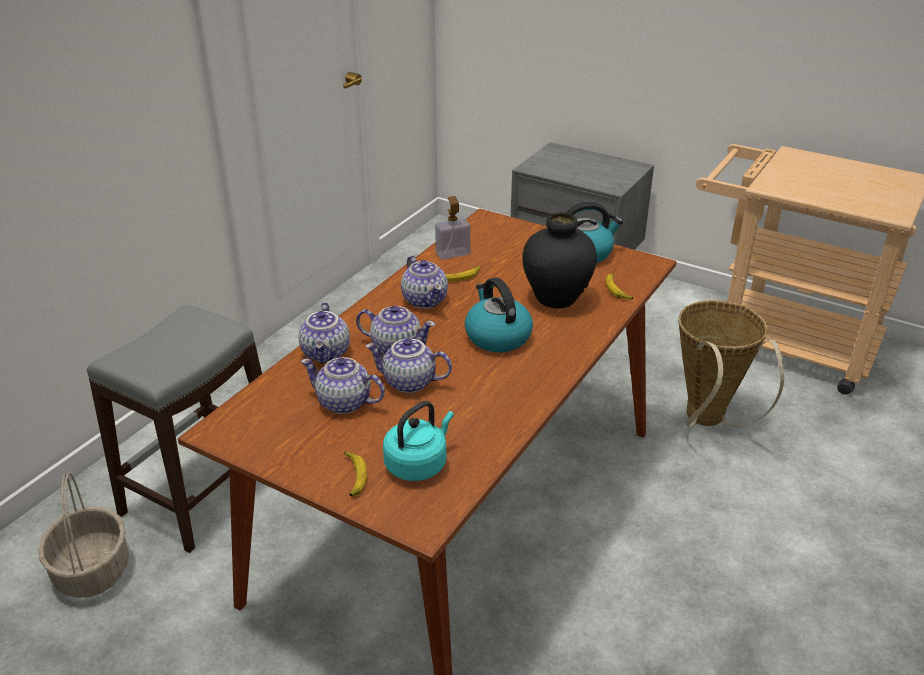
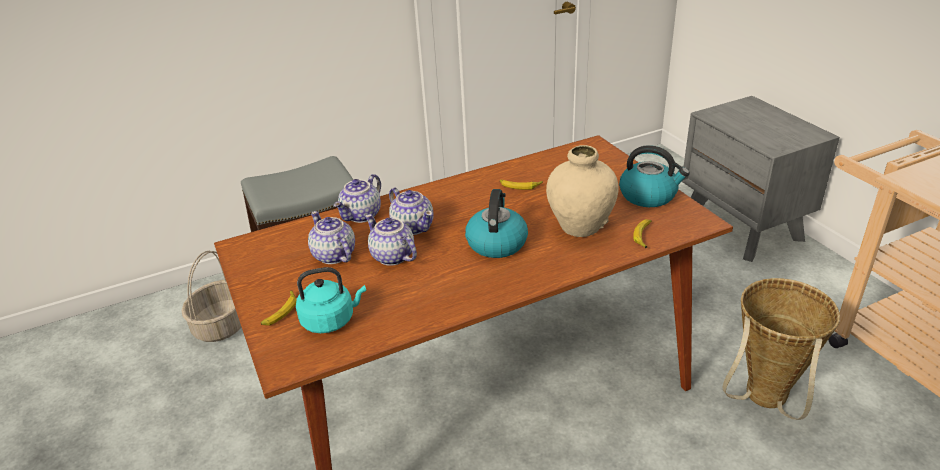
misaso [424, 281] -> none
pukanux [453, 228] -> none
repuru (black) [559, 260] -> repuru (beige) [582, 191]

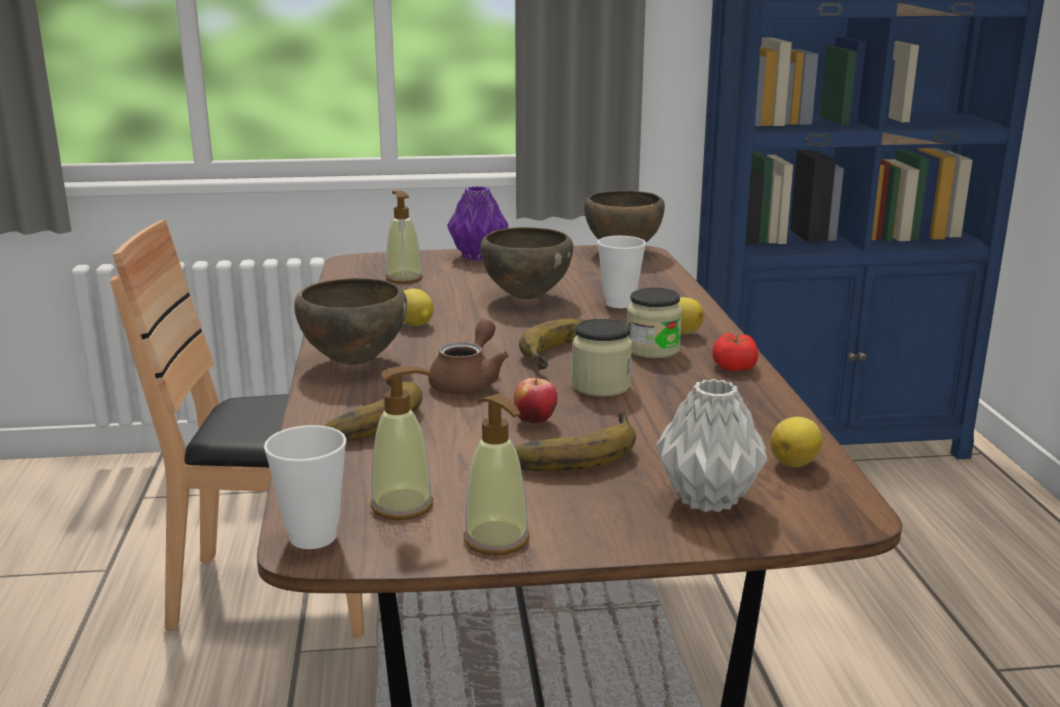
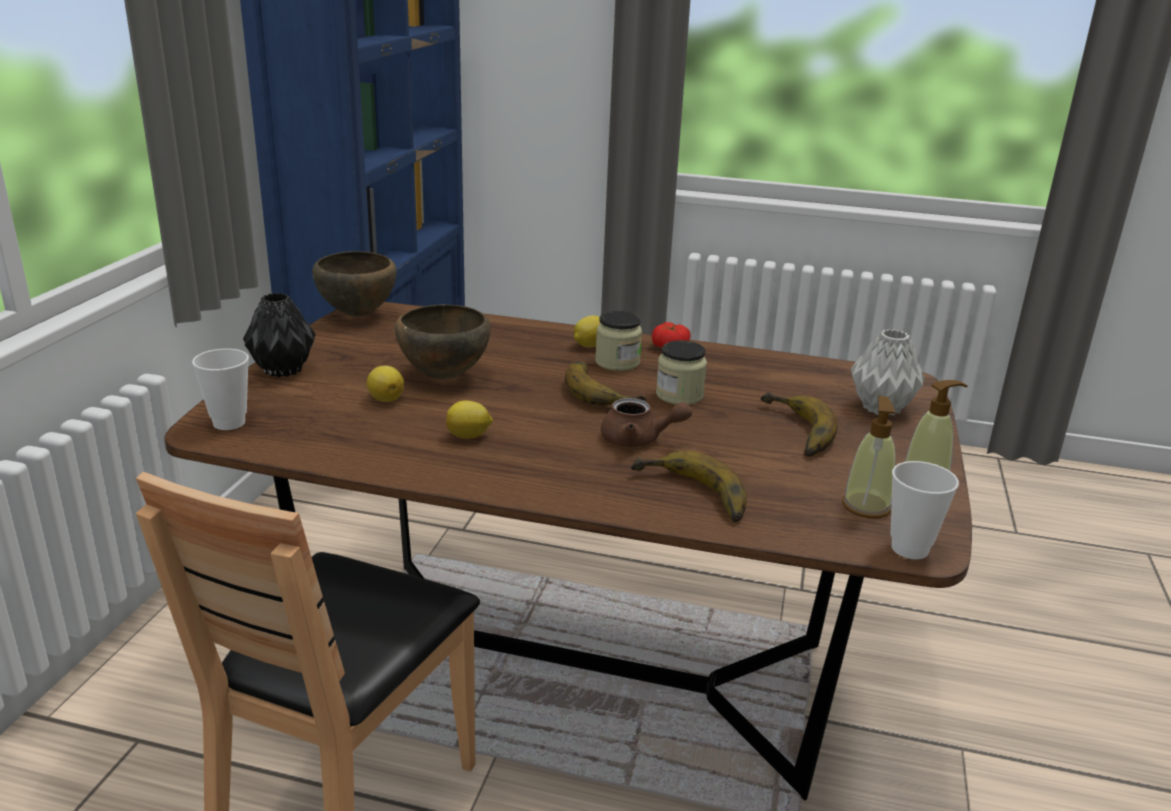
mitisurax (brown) [350, 321] -> none
pukanux [404, 237] -> none
misaso (brown) [468, 356] -> misaso (brown) [646, 422], 150 degrees clockwise
repuru (purple) [478, 223] -> repuru (black) [279, 335]
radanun [535, 401] -> none
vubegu [621, 272] -> vubegu [220, 389], moved
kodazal [796, 442] -> kodazal [385, 384], moved

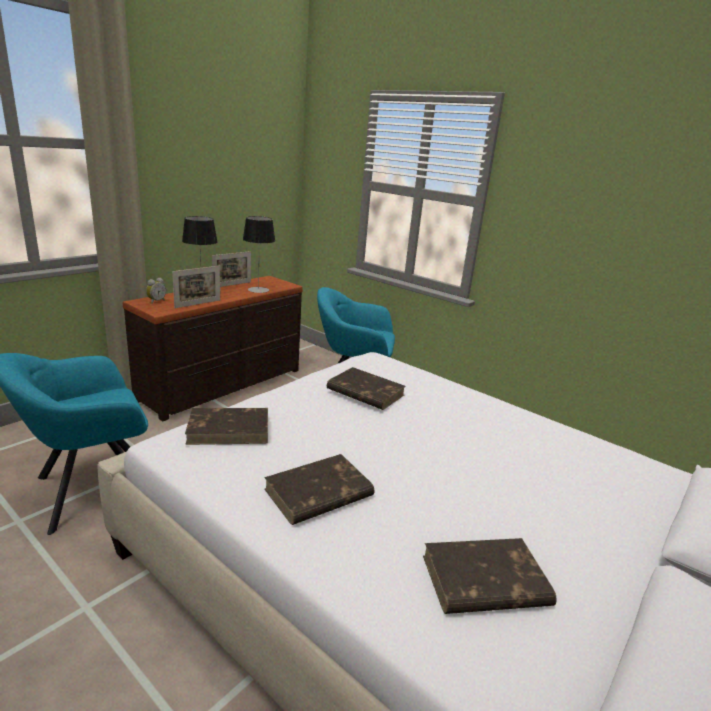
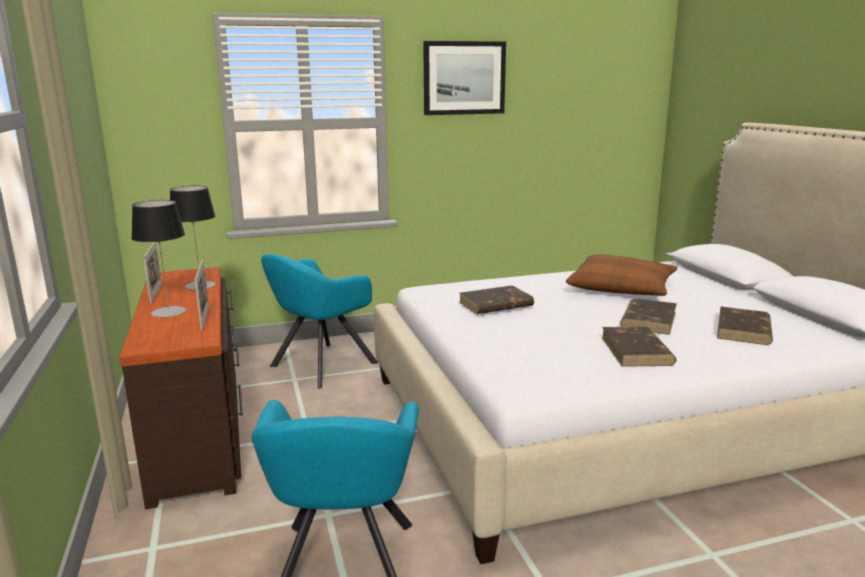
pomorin [156, 291] -> none
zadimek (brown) [226, 426] -> zadimek (brown) [648, 316], moved
none -> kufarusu [464, 78]
none -> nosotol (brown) [621, 275]

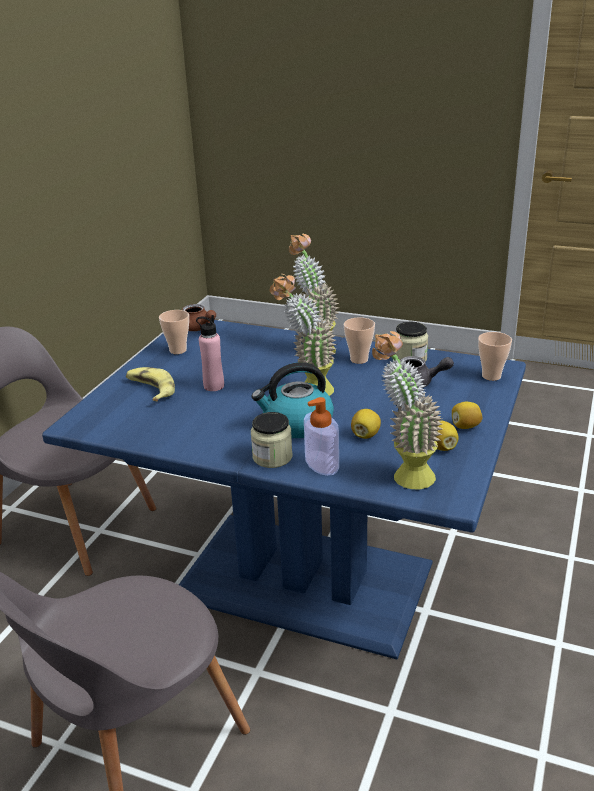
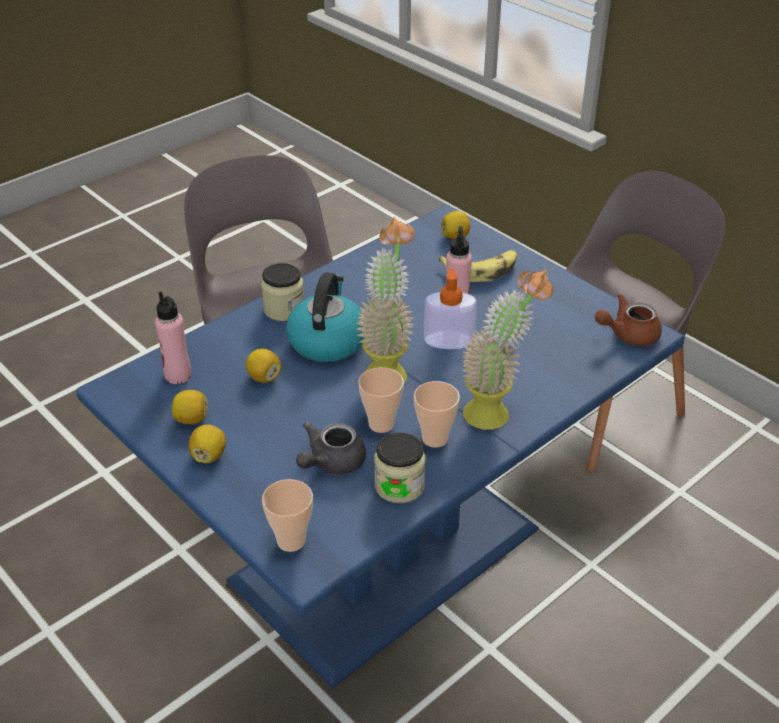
vubegu [174, 332] -> vubegu [381, 400], moved
pukanux [321, 436] -> pukanux [450, 308], moved
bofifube [407, 410] -> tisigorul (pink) [173, 337]
none -> kodazal [455, 225]

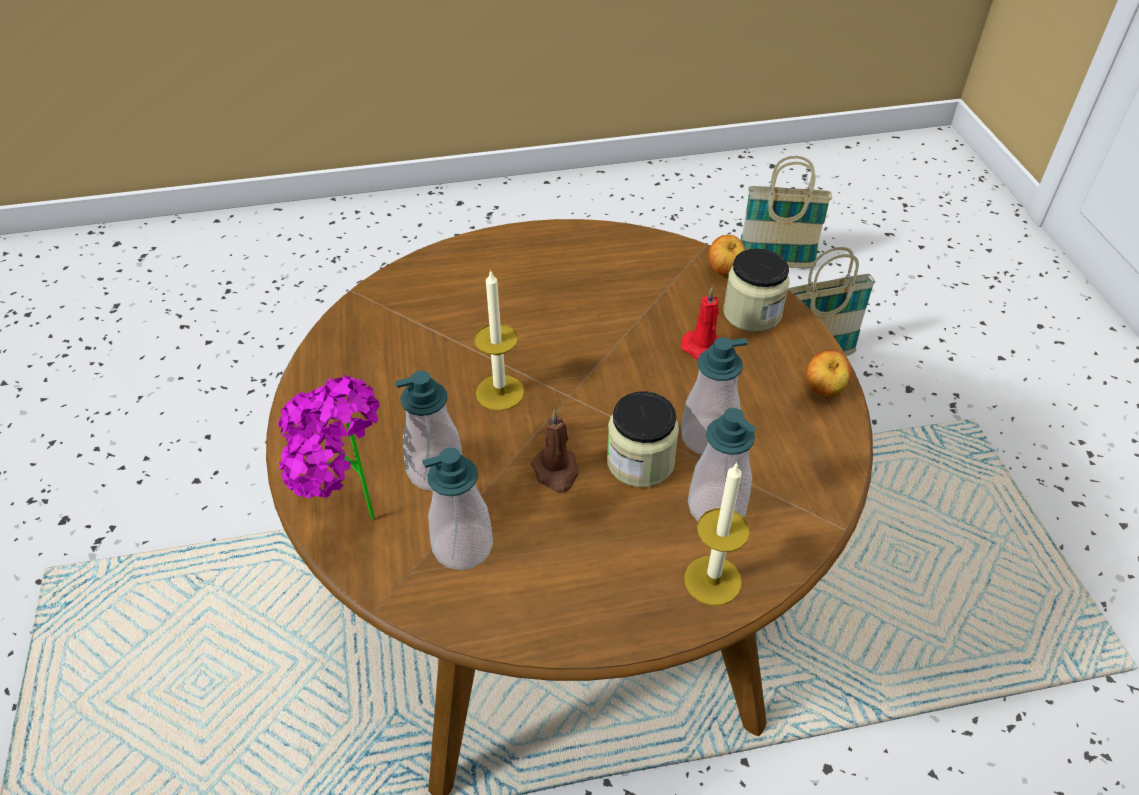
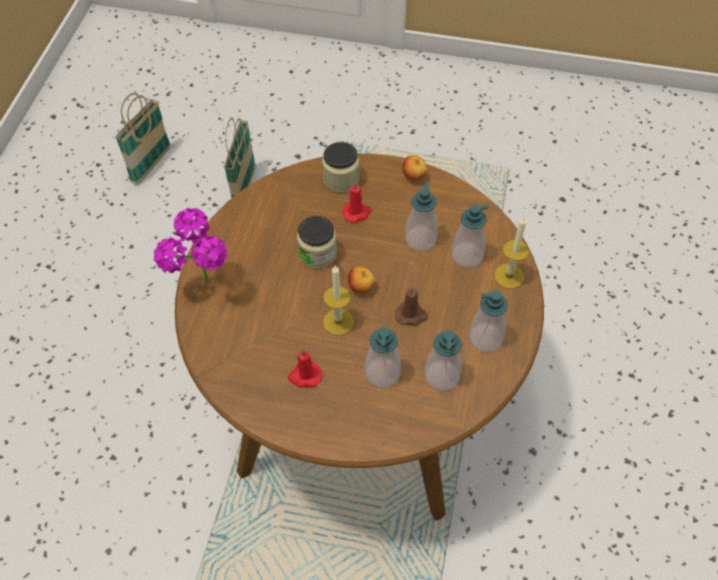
bofifube [329, 447] -> bofifube [190, 244], moved
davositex [643, 439] -> davositex [317, 242], moved
radanun [727, 255] -> radanun [362, 280], moved
none -> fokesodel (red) [305, 368]
none -> pukanux [488, 321]

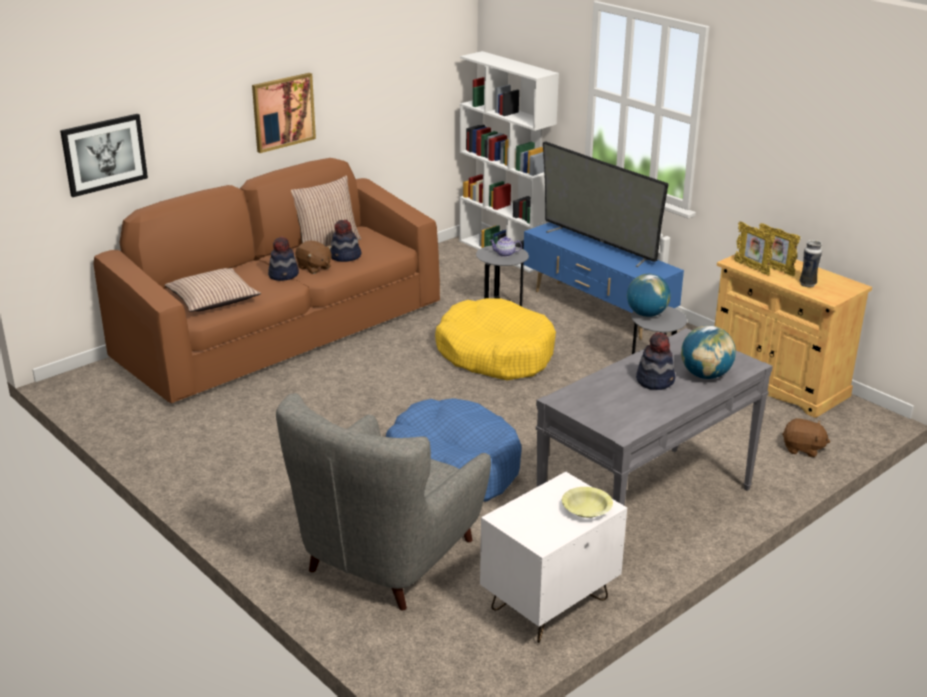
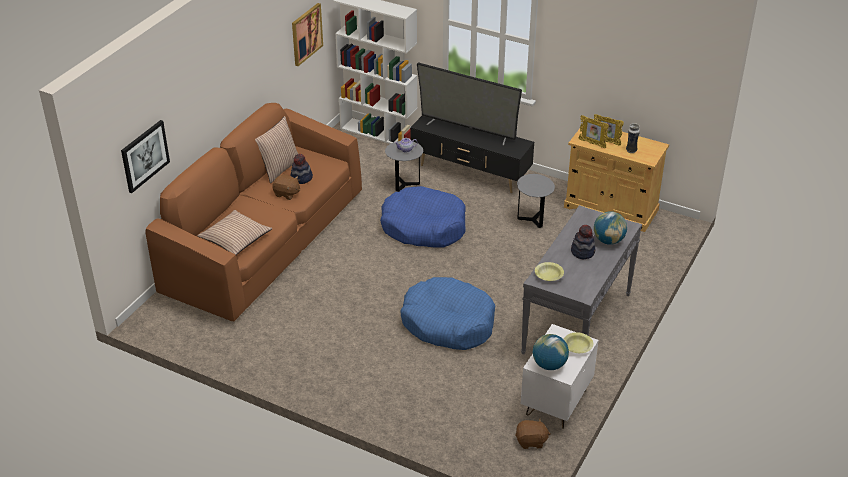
kufarusu [284, 113] -> kufarusu [307, 34], moved
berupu [283, 258] -> none
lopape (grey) [383, 501] -> none
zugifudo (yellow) [495, 339] -> zugifudo (blue) [423, 216]
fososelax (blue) [604, 281] -> fososelax (black) [472, 154]
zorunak [649, 295] -> zorunak [551, 352], moved
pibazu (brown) [806, 437] -> pibazu (brown) [532, 434], moved
none -> mitisurax (yellow) [549, 271]

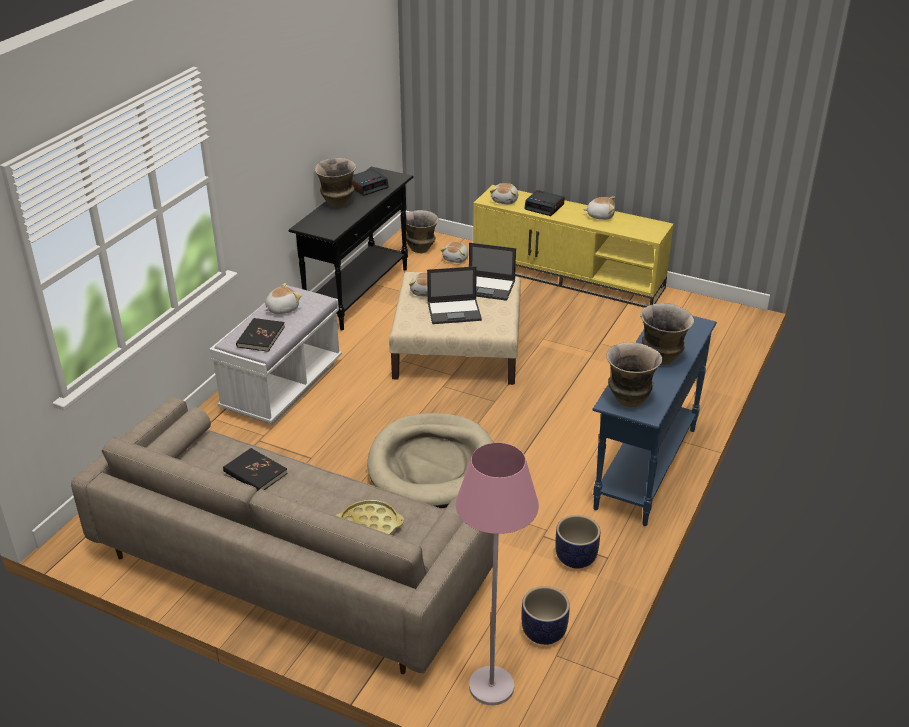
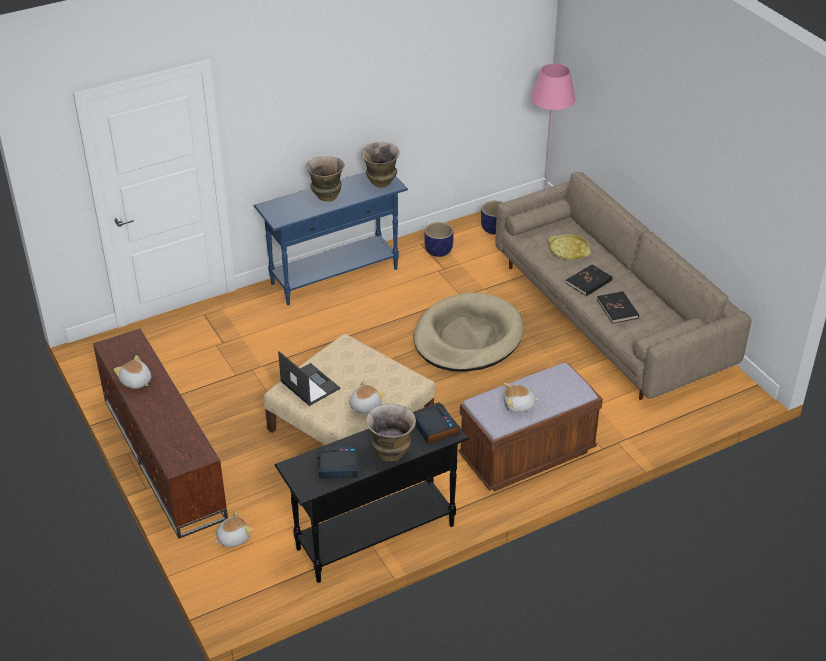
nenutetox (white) [275, 355] -> nenutetox (brown) [530, 427]
zadimek (black) [260, 335] -> zadimek (black) [589, 280], moved
repuru [422, 231] -> none
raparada [454, 295] -> none
fososelax (yellow) [573, 246] -> fososelax (brown) [160, 433]
pibazu [504, 193] -> none
pomorin [544, 203] -> pomorin [437, 424], moved

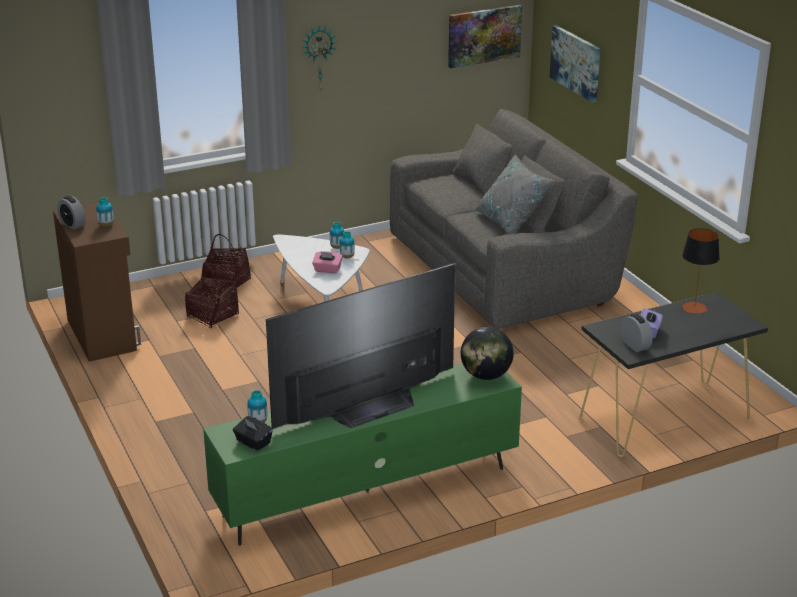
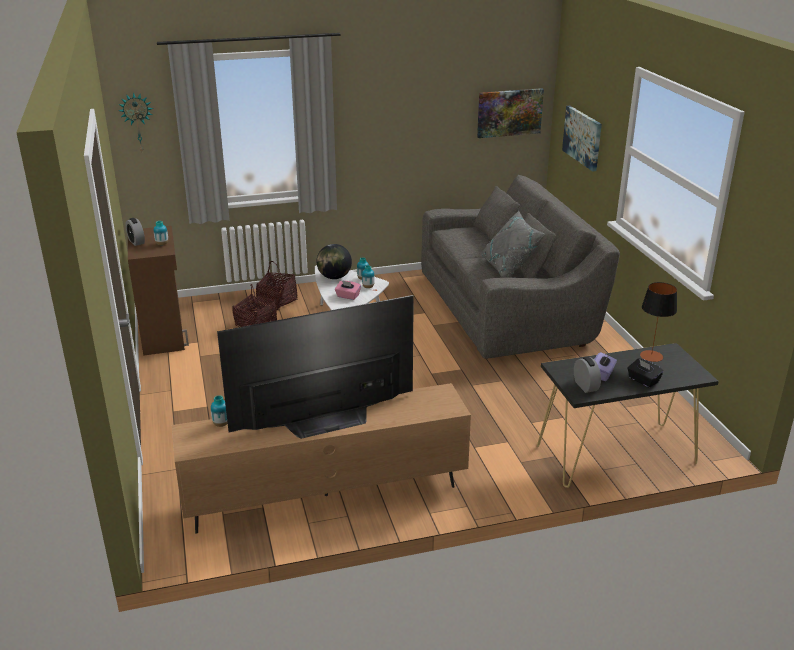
fososelax (green) [362, 454] -> fososelax (brown) [321, 458]
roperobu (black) [253, 433] -> roperobu (black) [645, 373], moved
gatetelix [319, 58] -> gatetelix [135, 121], moved
zorunak [487, 353] -> zorunak [334, 261], moved

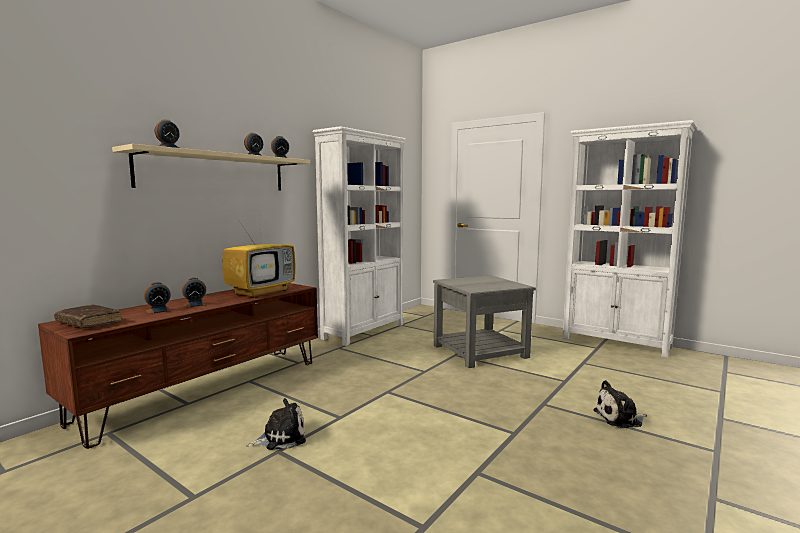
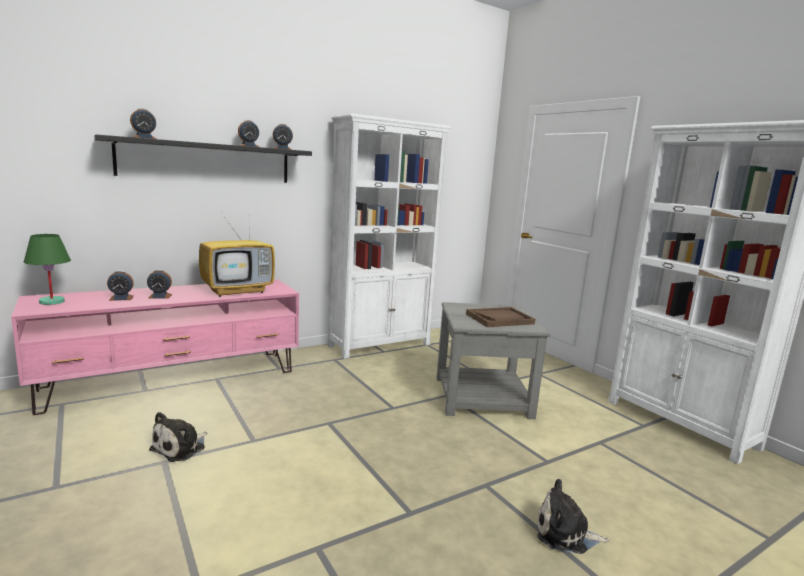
fososelax (brown) [178, 366] -> fososelax (pink) [155, 347]
zadimek (brown) [88, 316] -> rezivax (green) [47, 269]
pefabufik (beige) [211, 167] -> pefabufik (black) [203, 158]
pibazu [276, 424] -> pibazu [178, 437], 120 degrees clockwise
none -> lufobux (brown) [500, 317]

